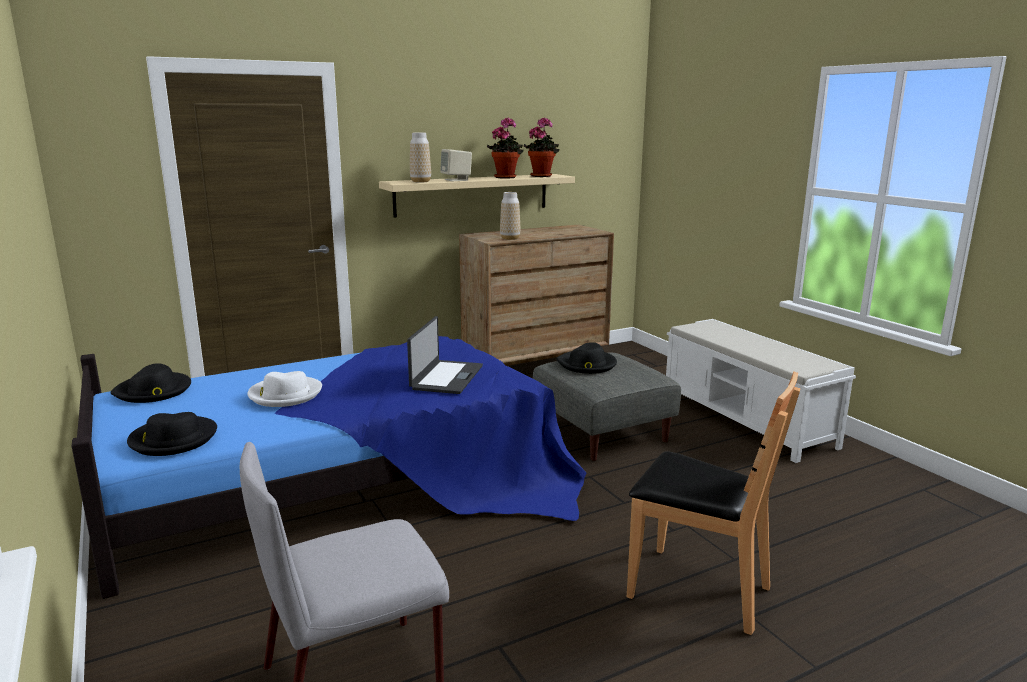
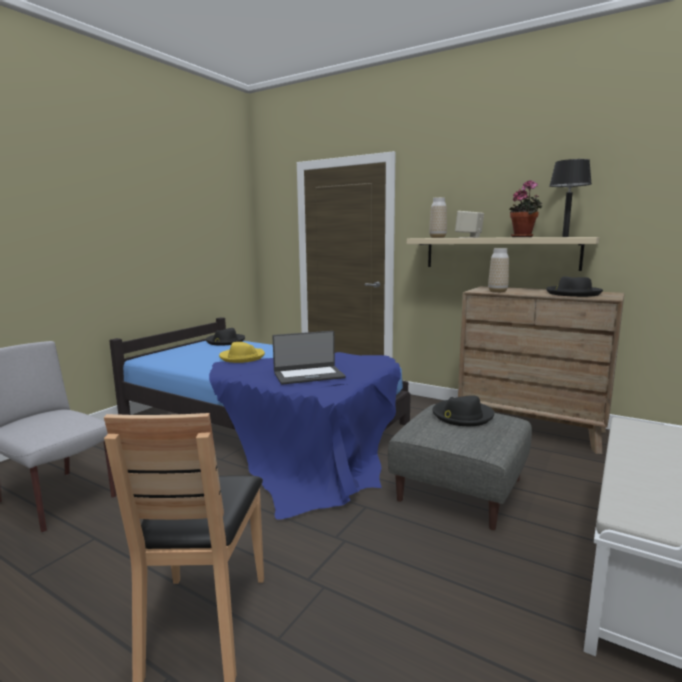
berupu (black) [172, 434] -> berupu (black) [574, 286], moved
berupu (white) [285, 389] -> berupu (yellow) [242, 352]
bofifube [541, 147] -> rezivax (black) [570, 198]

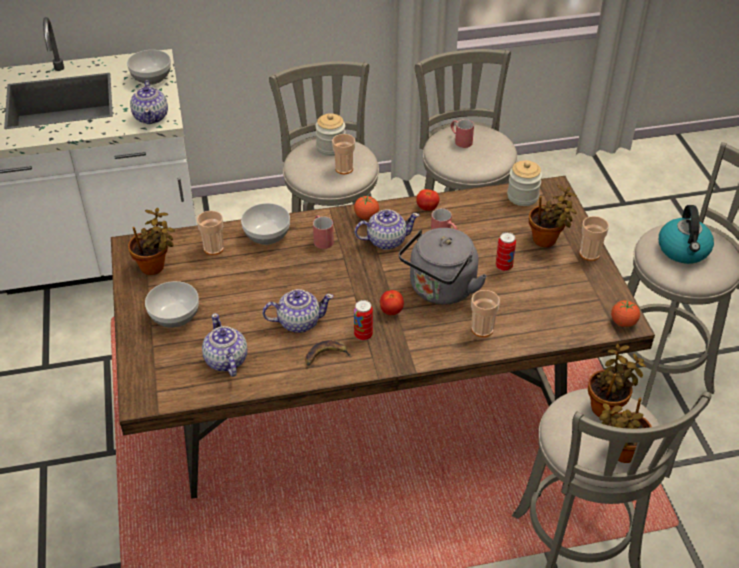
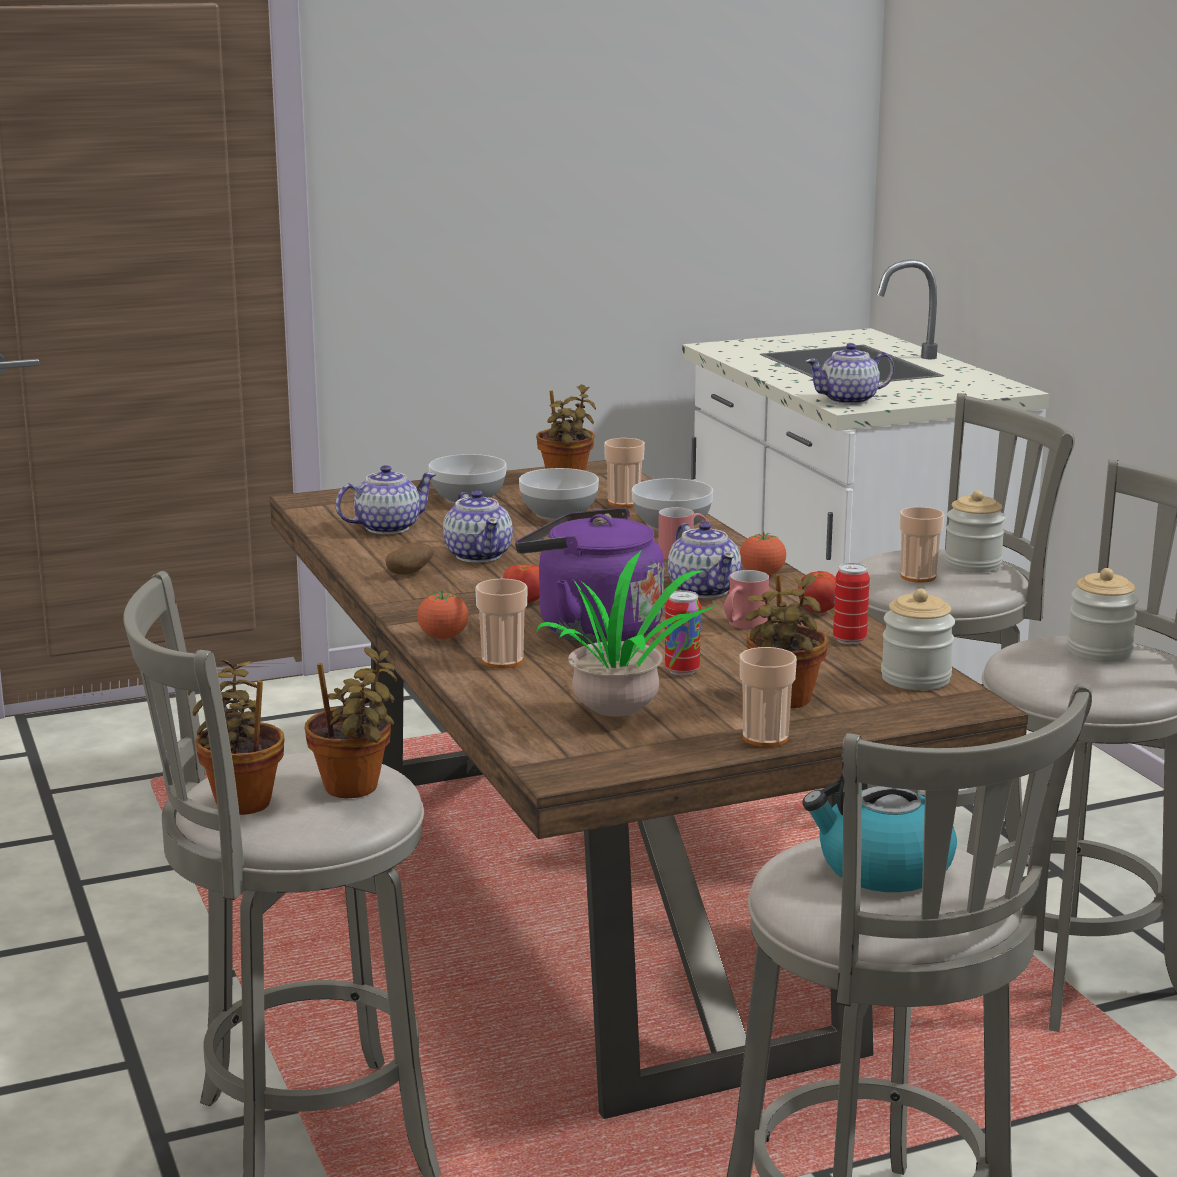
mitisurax [149, 67] -> mitisurax [559, 494], moved
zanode [328, 353] -> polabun [409, 559]
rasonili [363, 320] -> rasonili [851, 603], moved
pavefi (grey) [443, 266] -> pavefi (purple) [589, 576]
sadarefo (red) [462, 133] -> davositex [1103, 615]
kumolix [625, 314] -> kumolix [443, 614], moved
none -> bofifube [626, 634]

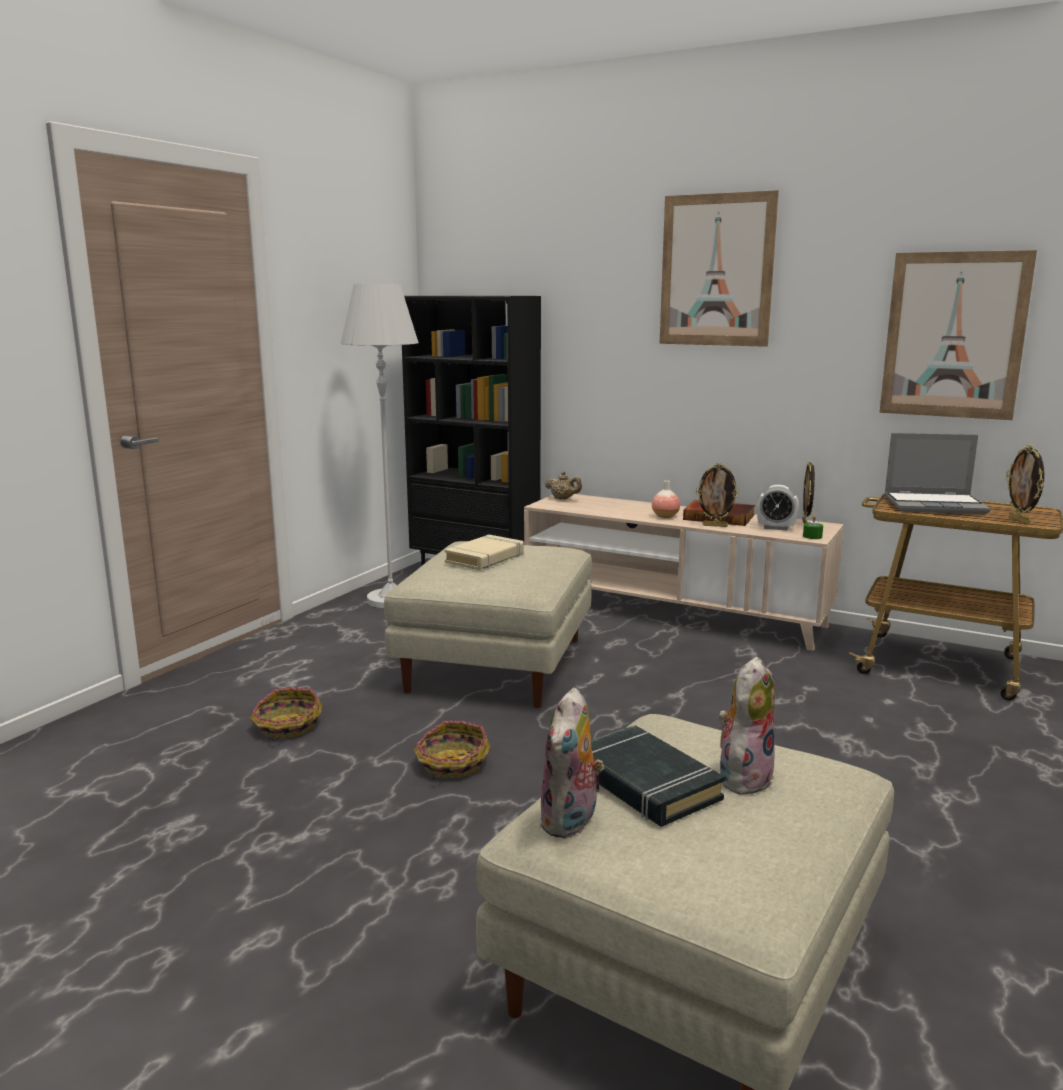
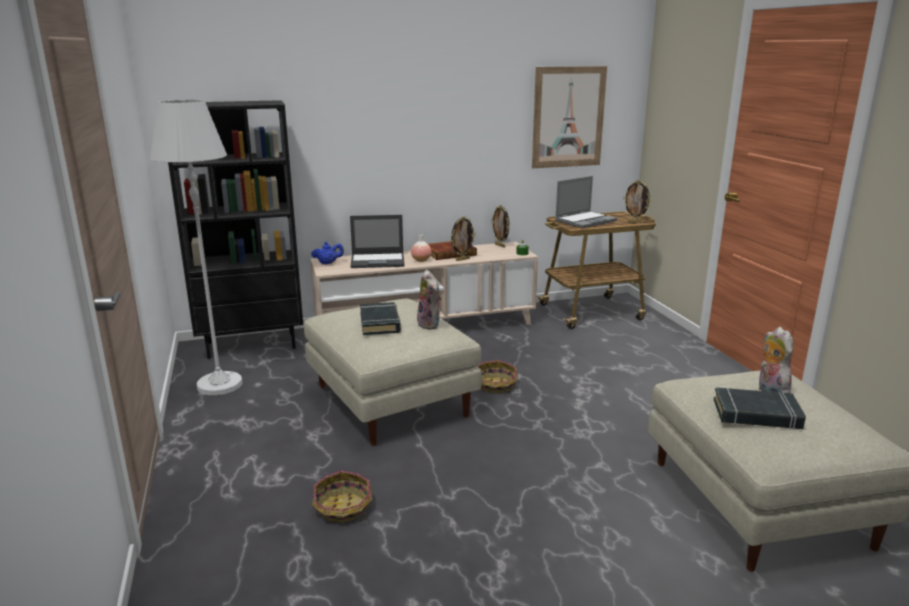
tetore [452, 750] -> tetore [498, 376], moved
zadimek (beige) [484, 552] -> zadimek (black) [380, 318]
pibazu [571, 762] -> pibazu [429, 299], moved
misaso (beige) [563, 485] -> misaso (blue) [327, 253]
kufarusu [719, 268] -> none
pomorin [778, 507] -> none
none -> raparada [377, 241]

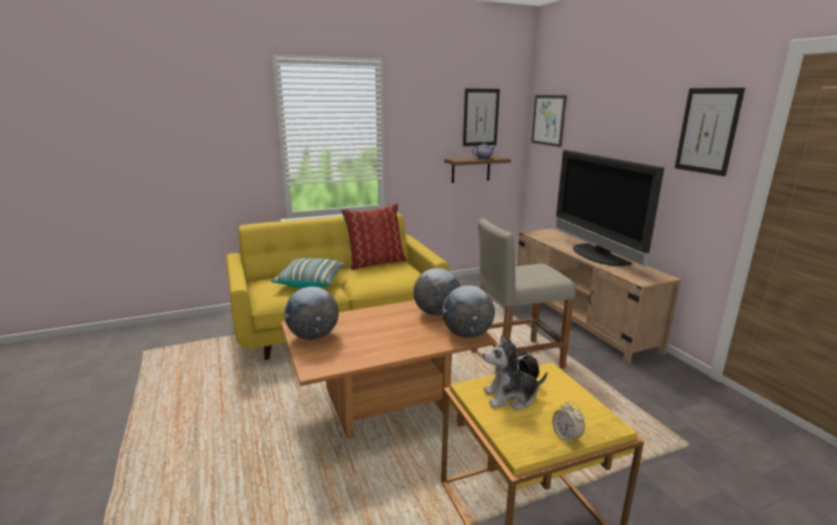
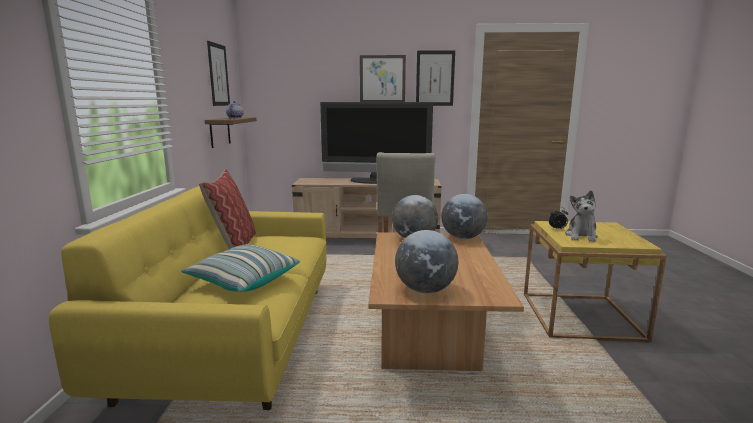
kufarusu [549, 121] -> kufarusu [383, 78], moved
pomorin [568, 422] -> none

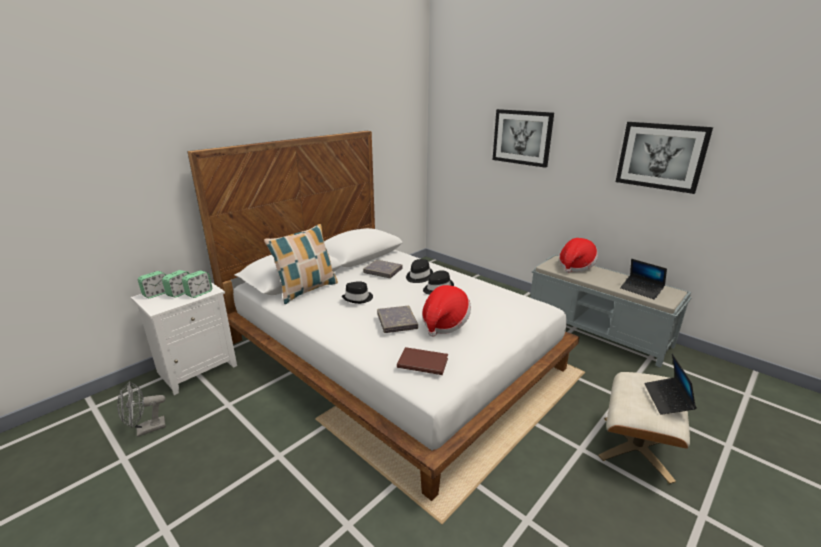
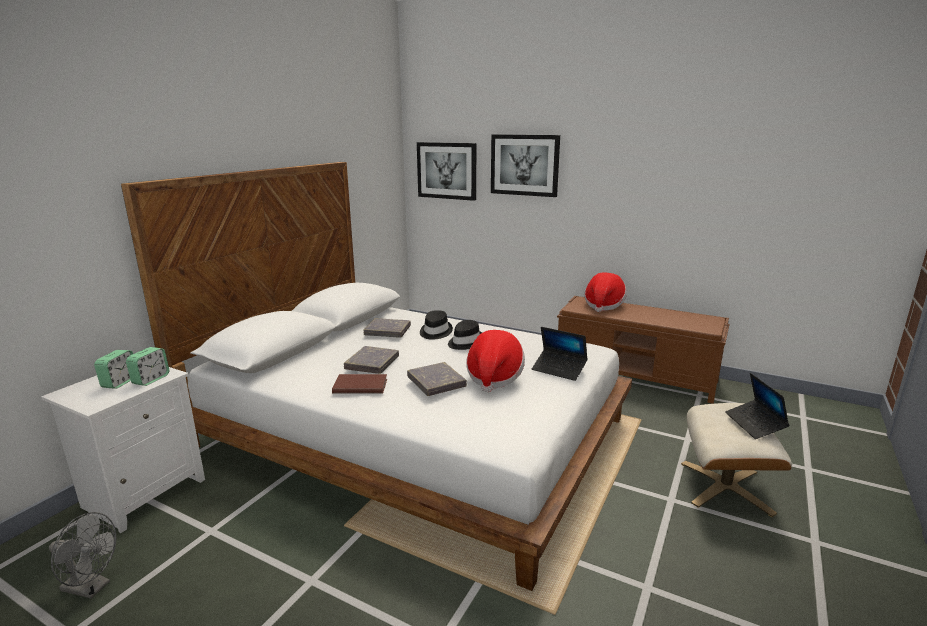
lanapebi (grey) [141, 409] -> lanapebi (grey) [83, 555], 120 degrees counterclockwise
pomorin [152, 284] -> none
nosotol [301, 264] -> none
berupu (black) [357, 292] -> zadimek (grey) [371, 360]
zadimek (brown) [422, 361] -> zadimek (brown) [359, 384], moved
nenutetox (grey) [611, 311] -> nenutetox (brown) [643, 350]
kufarusu [664, 158] -> kufarusu [446, 171], moved
raparada [643, 279] -> raparada [560, 354], moved

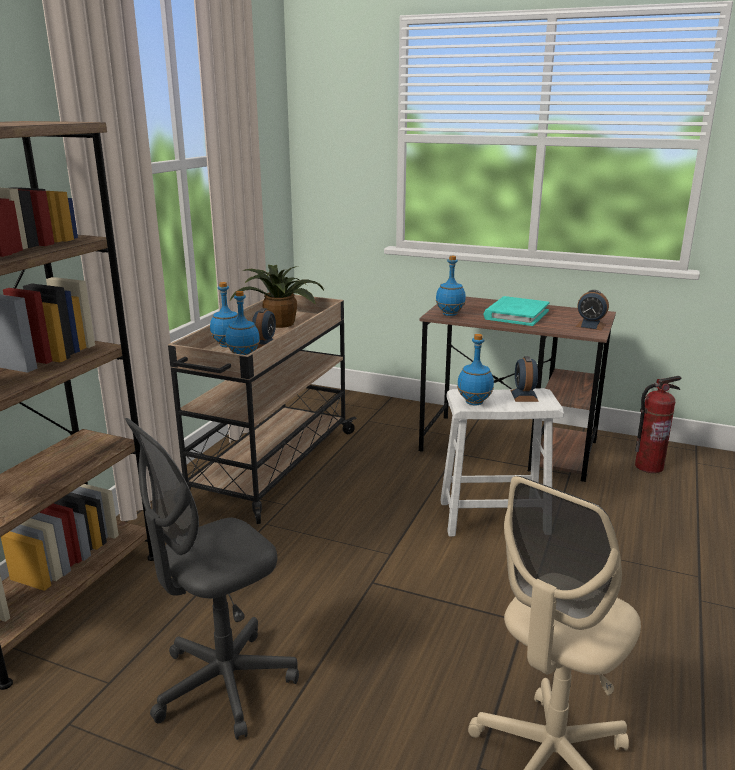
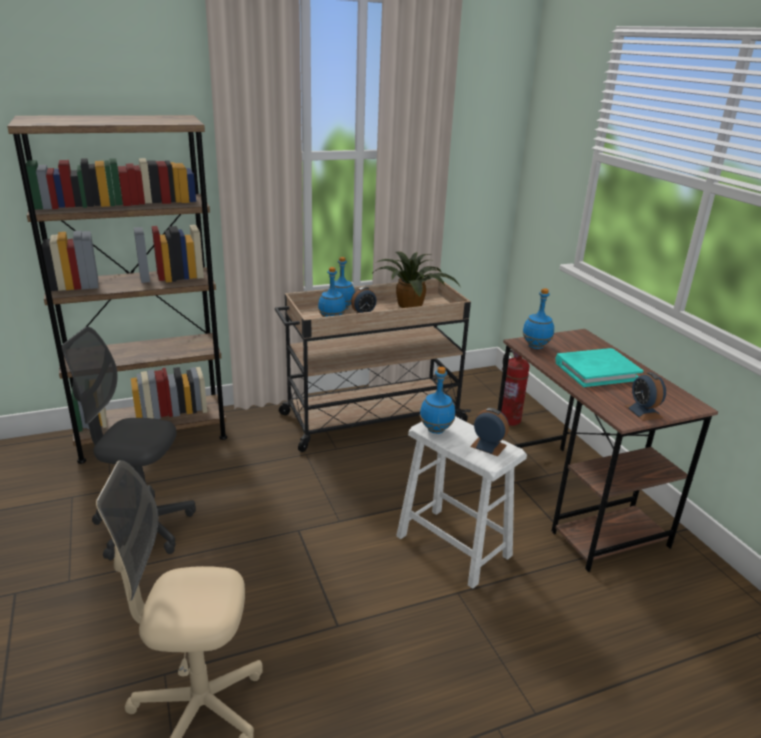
pomorin [524, 379] -> pomorin [489, 432], 75 degrees clockwise
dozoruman [658, 424] -> dozoruman [515, 387], moved

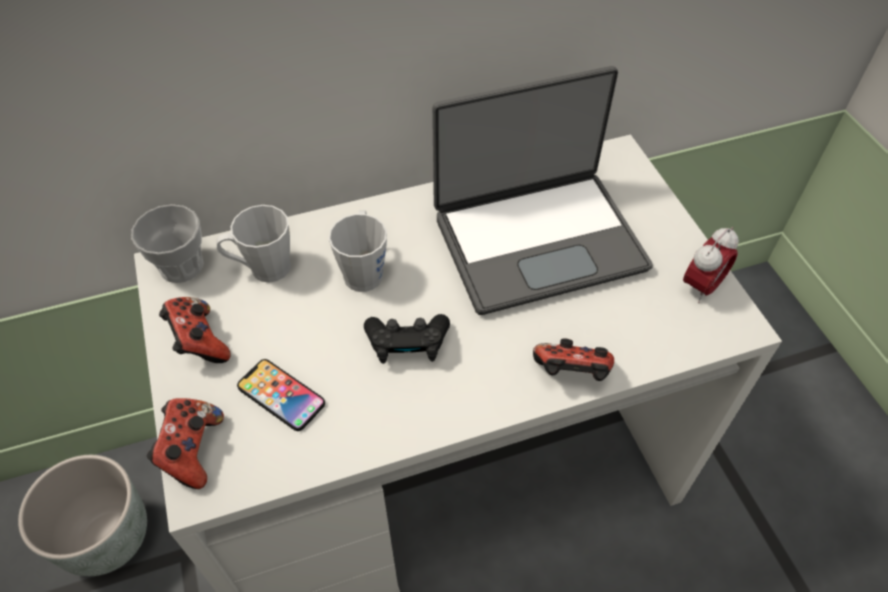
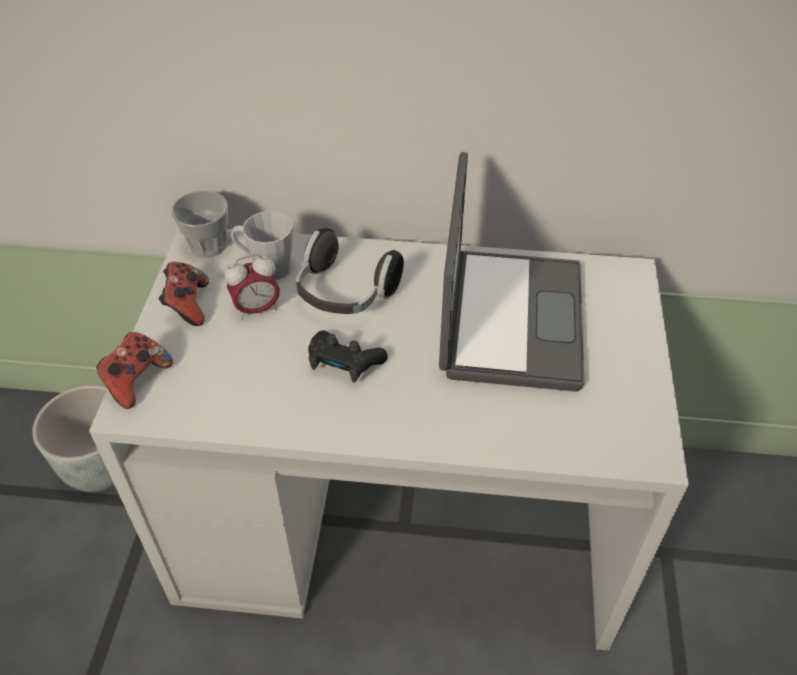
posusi [281, 395] -> none
sadarefo (grey) [358, 251] -> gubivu [349, 271]
raparada [542, 190] -> raparada [511, 272], 90 degrees counterclockwise
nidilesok [573, 359] -> none
pomorin [711, 265] -> pomorin [252, 287], moved

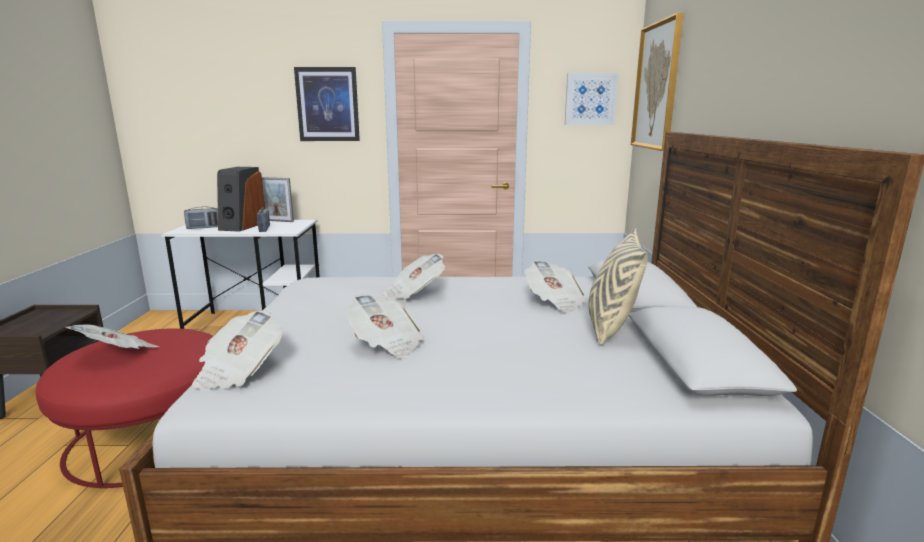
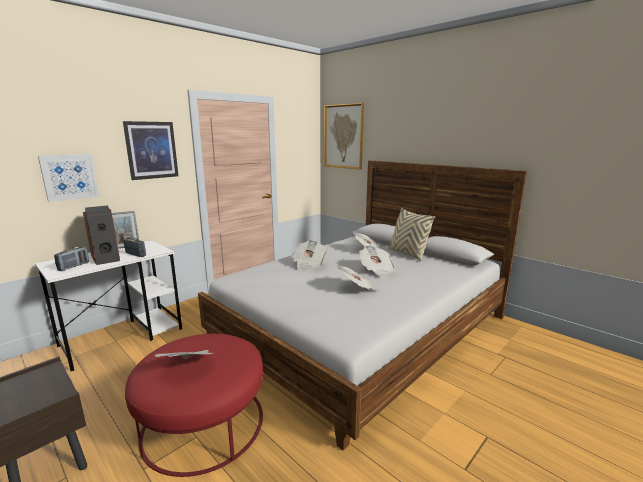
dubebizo [237, 350] -> dubebizo [377, 261], moved
kufarusu [591, 99] -> kufarusu [68, 178], moved

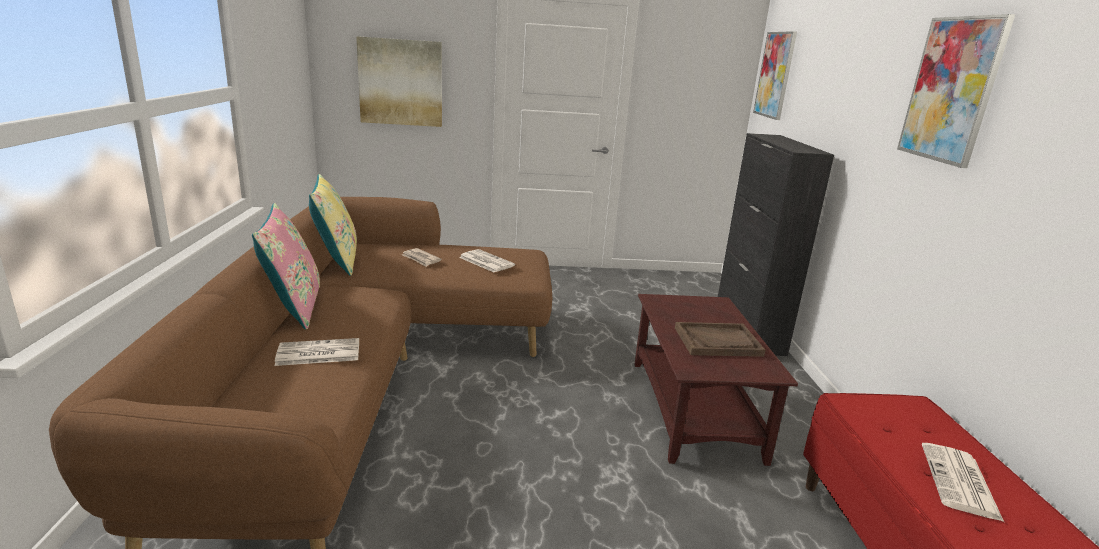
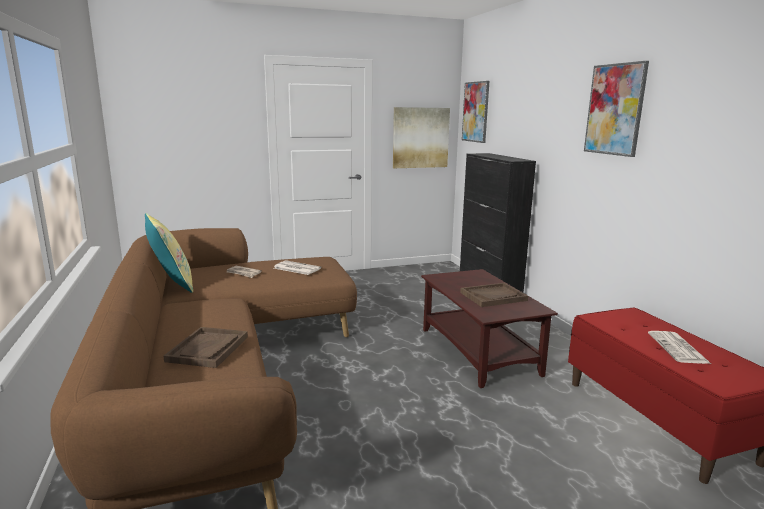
nosotol (pink) [286, 266] -> none
dubebizo [317, 352] -> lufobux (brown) [206, 347]
kufarusu [399, 81] -> kufarusu [421, 137], moved

